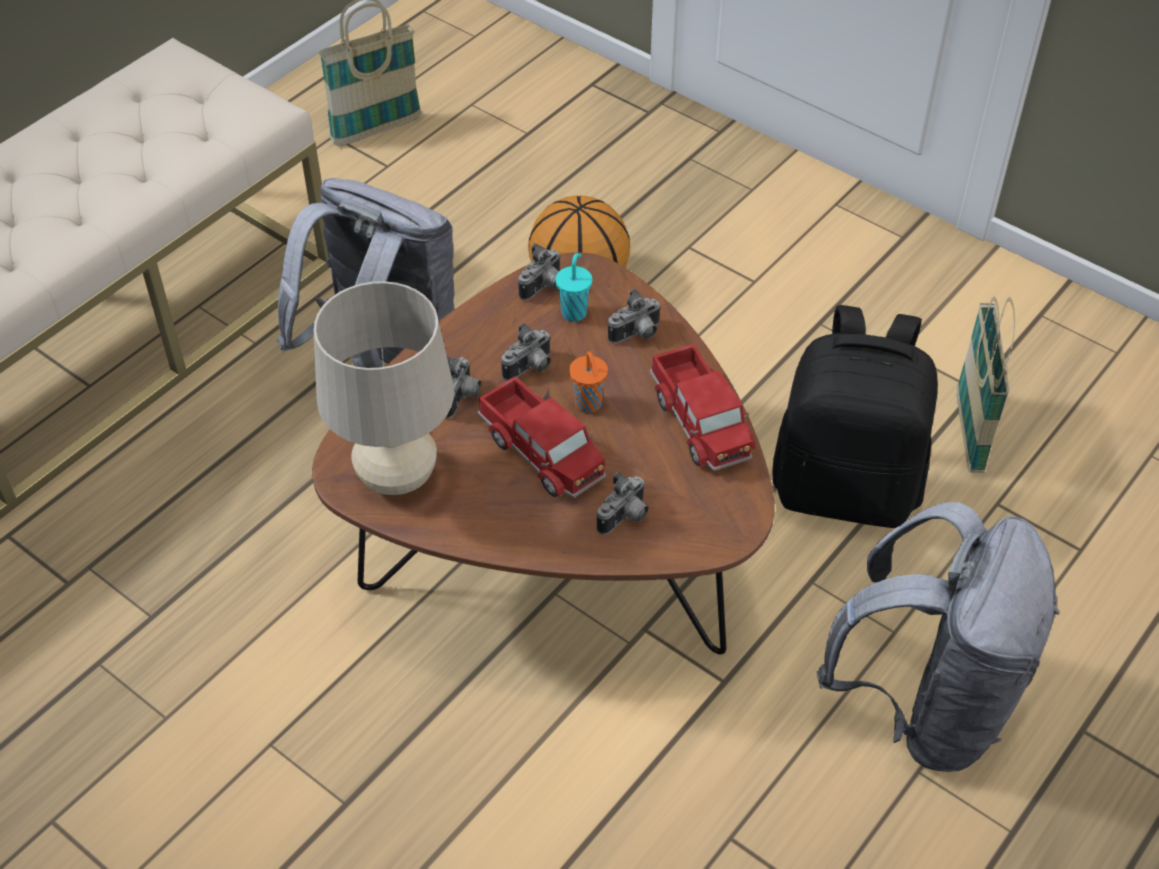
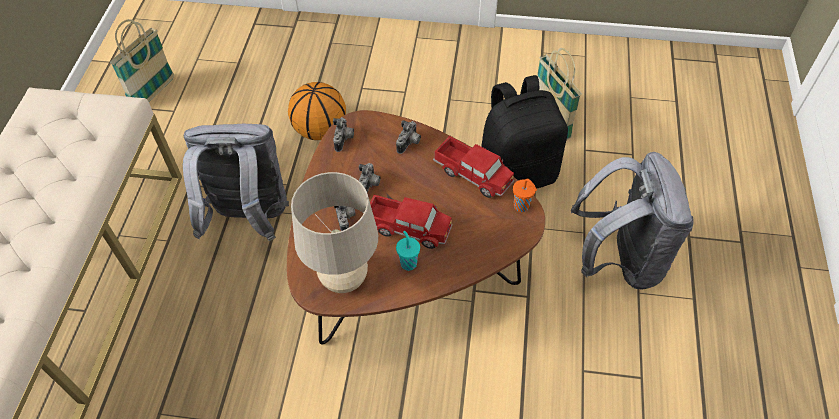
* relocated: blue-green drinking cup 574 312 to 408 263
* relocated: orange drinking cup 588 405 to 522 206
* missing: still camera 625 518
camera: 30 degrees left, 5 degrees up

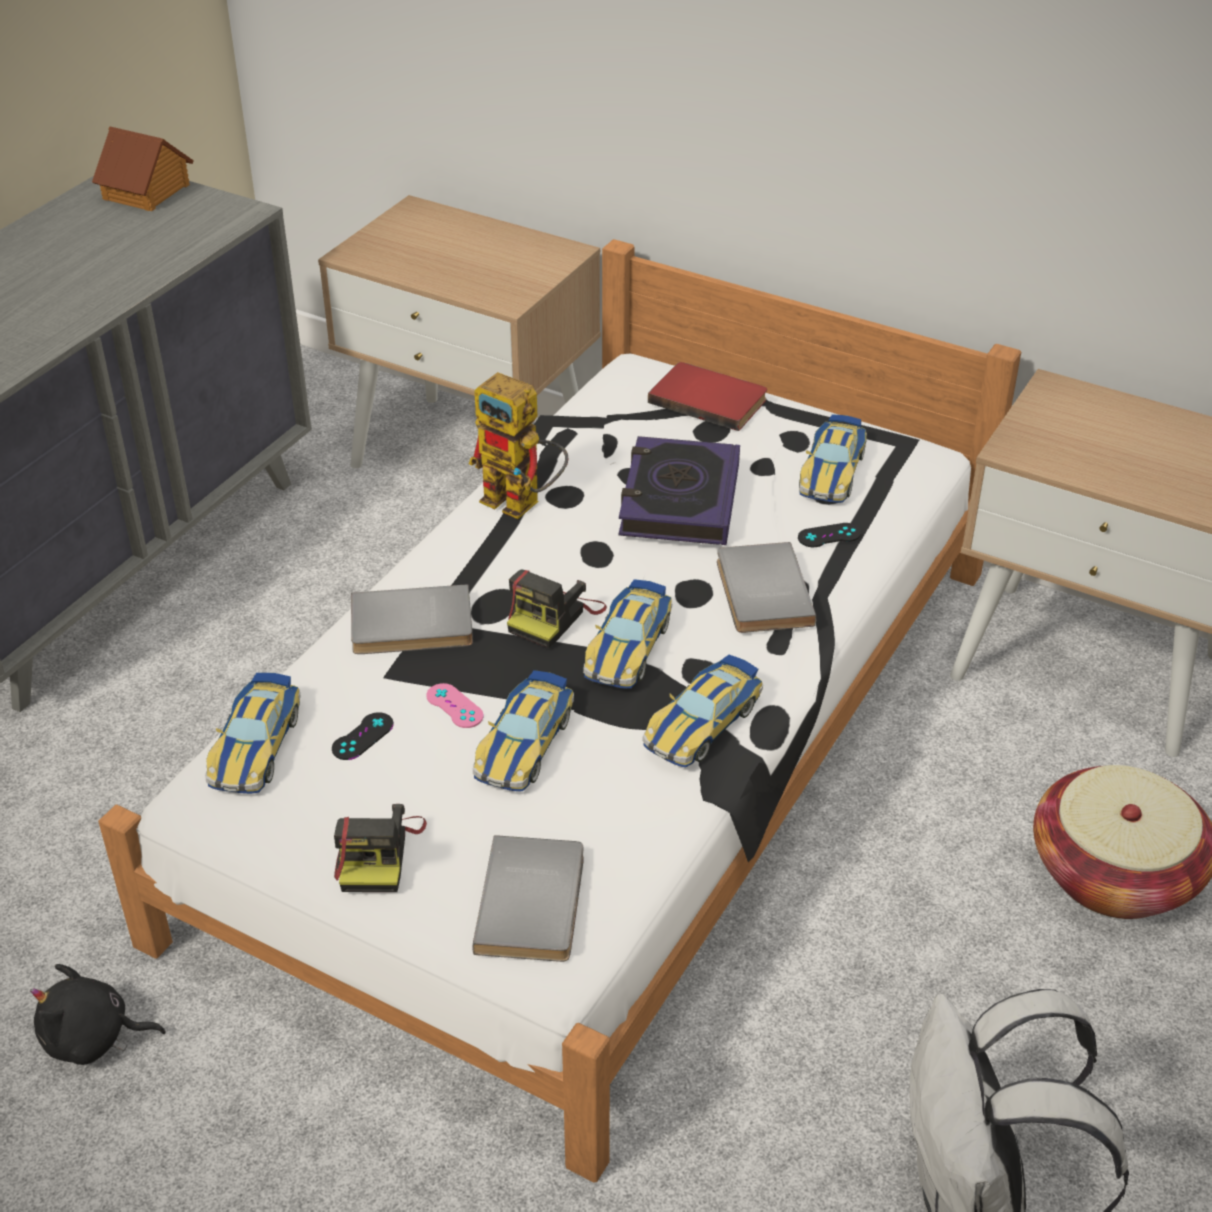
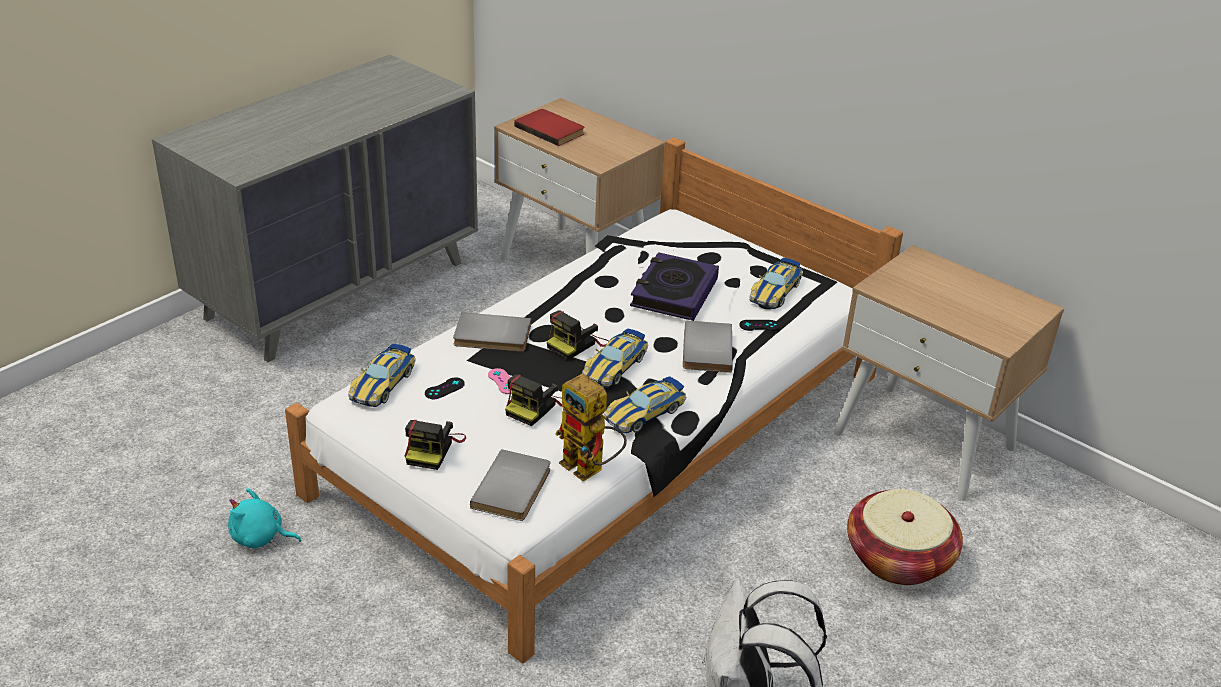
* missing: model house 147 192
* relocated: reddish book 709 399 to 551 129
* relocated: toy robot 522 503 to 590 469
* exchanged: model car 524 743 to still camera 536 407
* colour: blackish cuddly toy 93 1039 to blue-green cuddly toy 260 538
camera: 10 degrees right, 5 degrees down

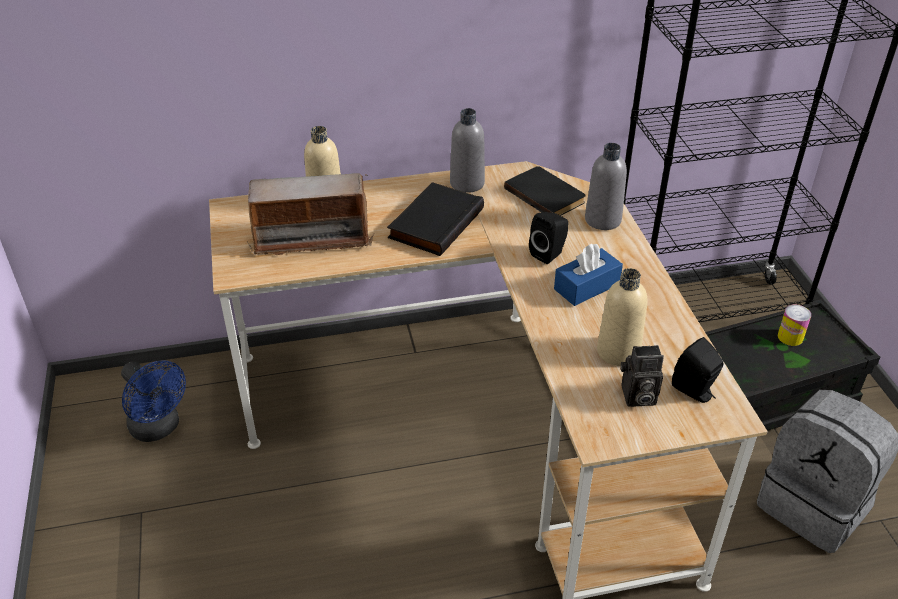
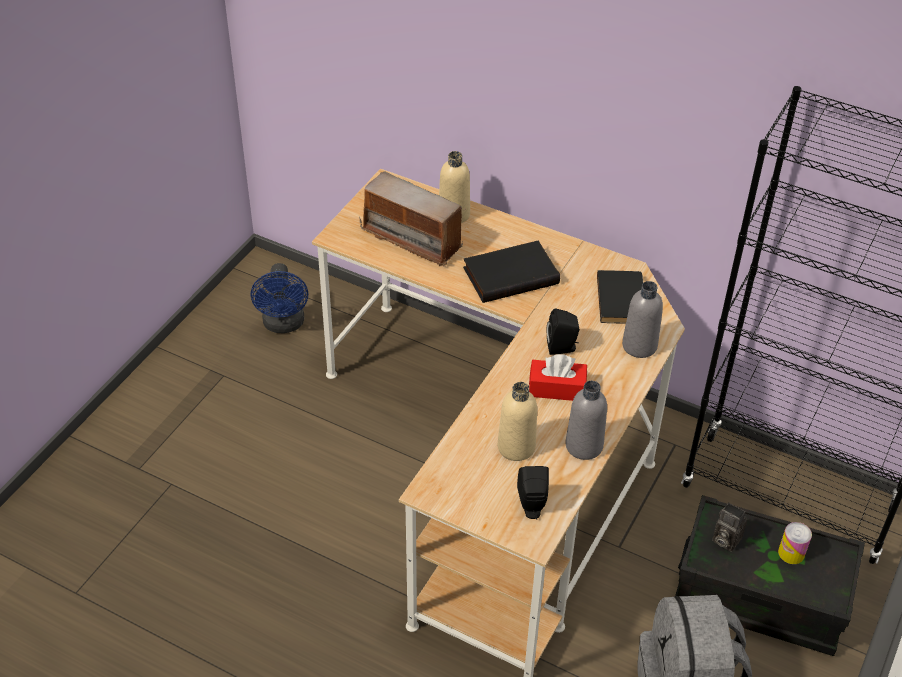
* relocated: grey drink bottle 467 183 to 584 446
* colour: blue tissue box 586 286 to reddish tissue box 557 388
* relocated: still camera 637 397 to 724 539
camera: 40 degrees right, 5 degrees up

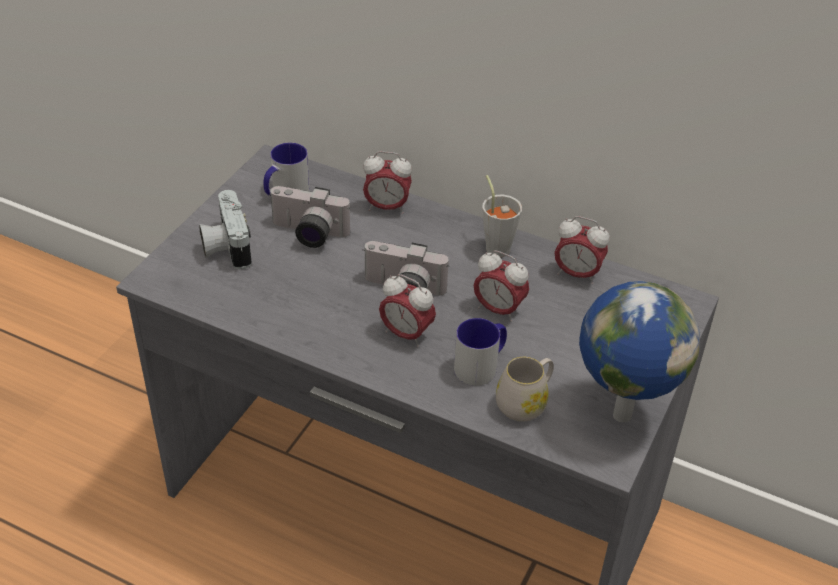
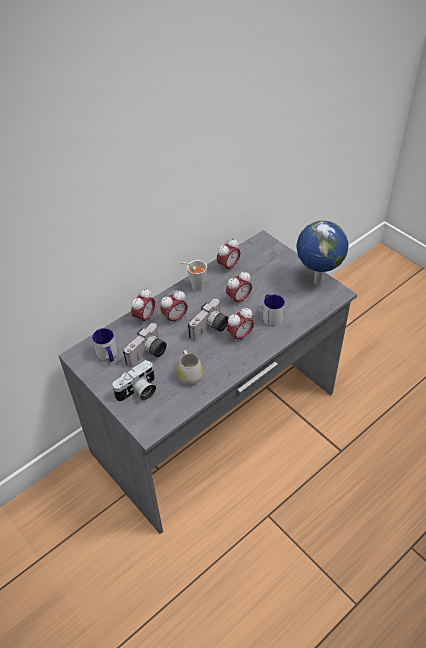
* spun: still camera 225 246 = 138 392 45 degrees counterclockwise
* relocated: whitish tea mug 525 403 to 189 374
* appeared: bedside clock 175 318
camera: 65 degrees left, 5 degrees up

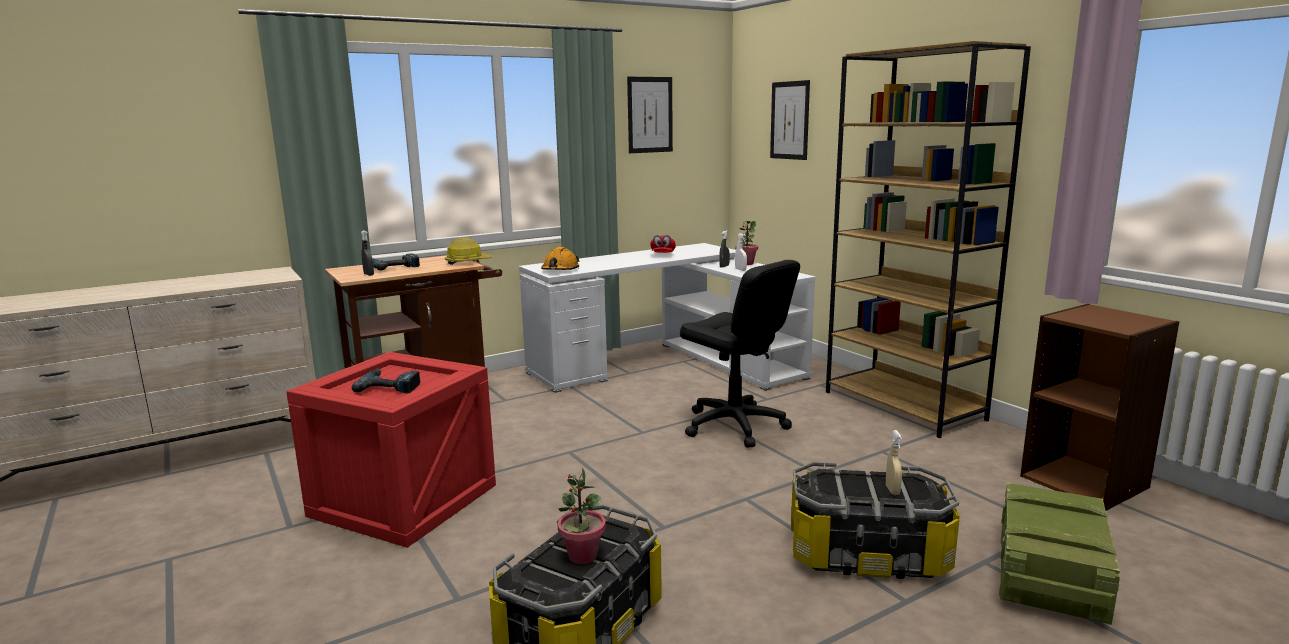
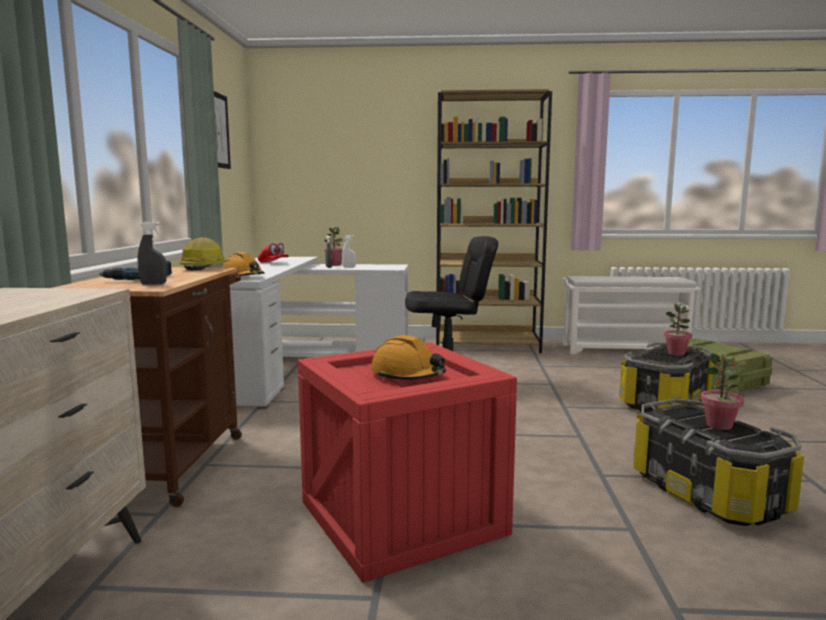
* missing: wall art 789 120
* exchanged: brown bookshelf 1084 481 to whitish shoe stand 625 350
* exchanged: electric drill 390 386 to orange safety helmet 407 376
* exchanged: beige hand sprayer 892 490 to potted plant 676 353
camera: 55 degrees left, 5 degrees down

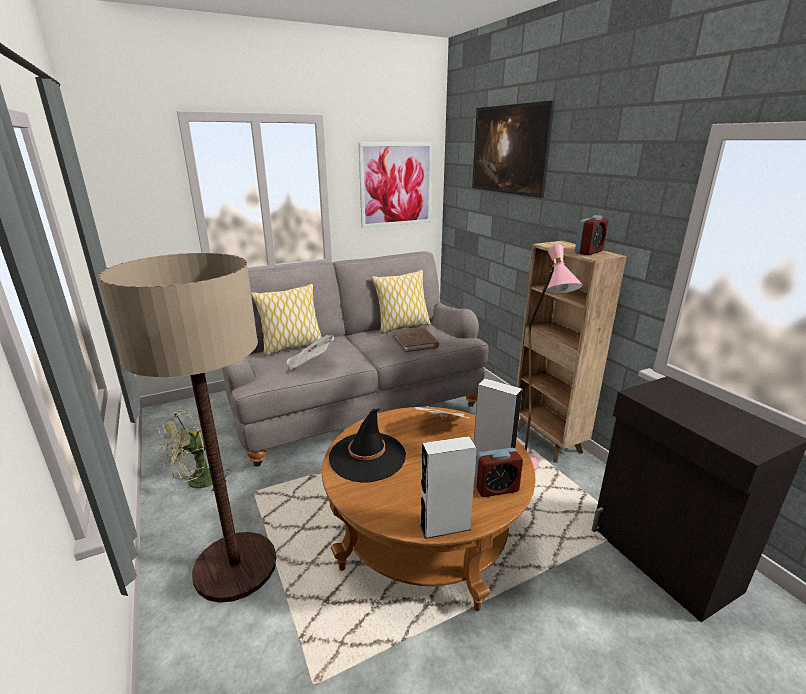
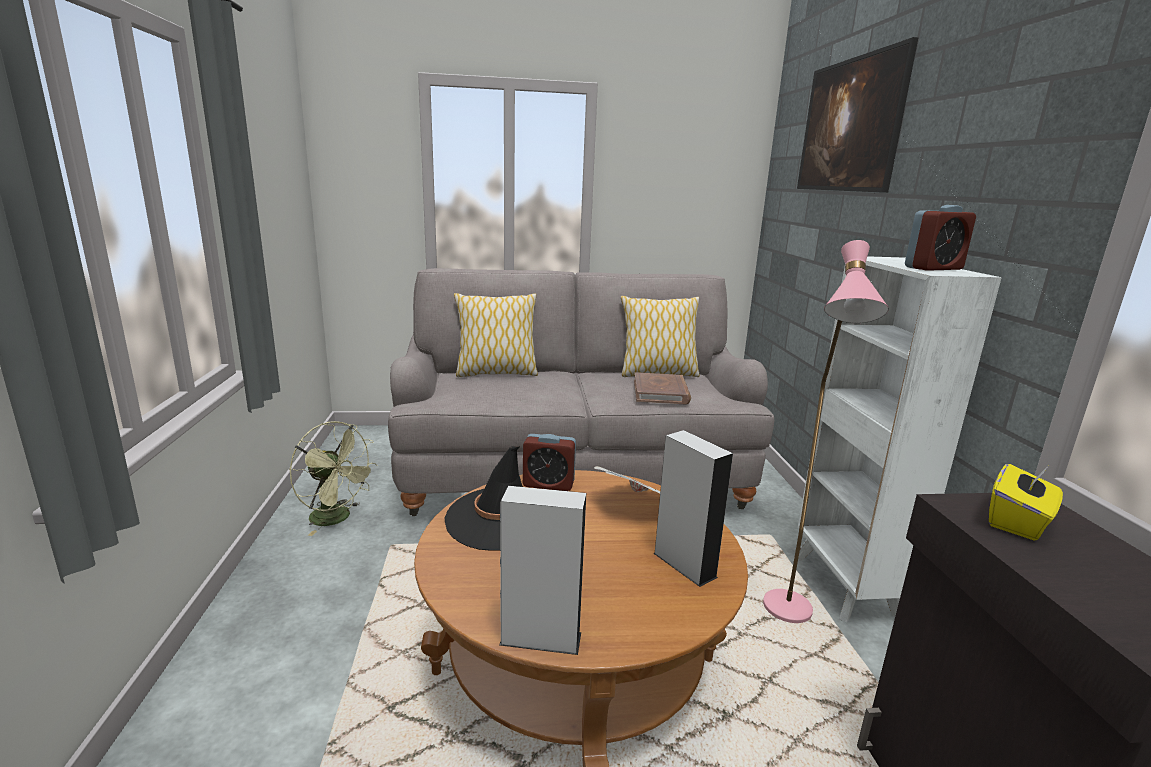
* missing: wall art 396 185
* colour: brown bookshelf 548 441 to whitish bookshelf 845 587
* missing: standing lamp 235 566
* missing: daily paper 310 364
* spun: green-coloured cooling fan 198 483 = 337 518 120 degrees counterclockwise
* relocated: bedside clock 496 488 to 548 484
* appeared: yellowish tissue box 1018 522
camera: 20 degrees right, 5 degrees down

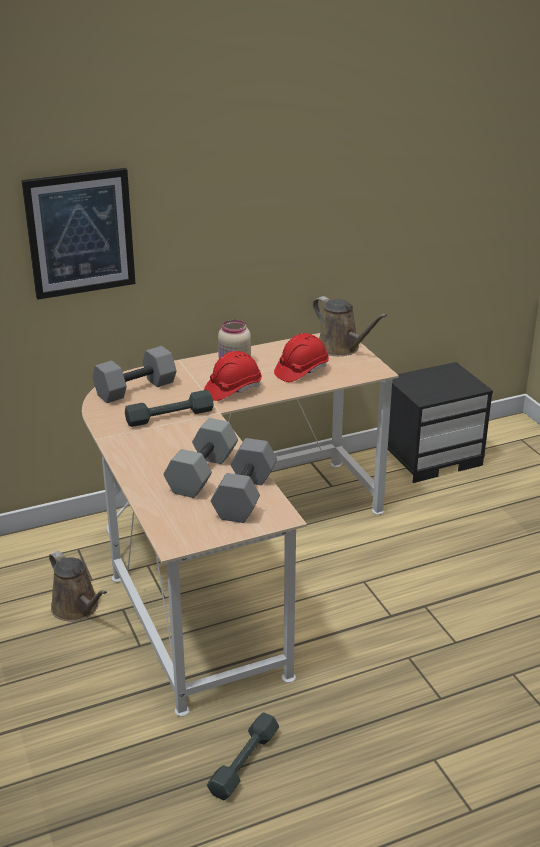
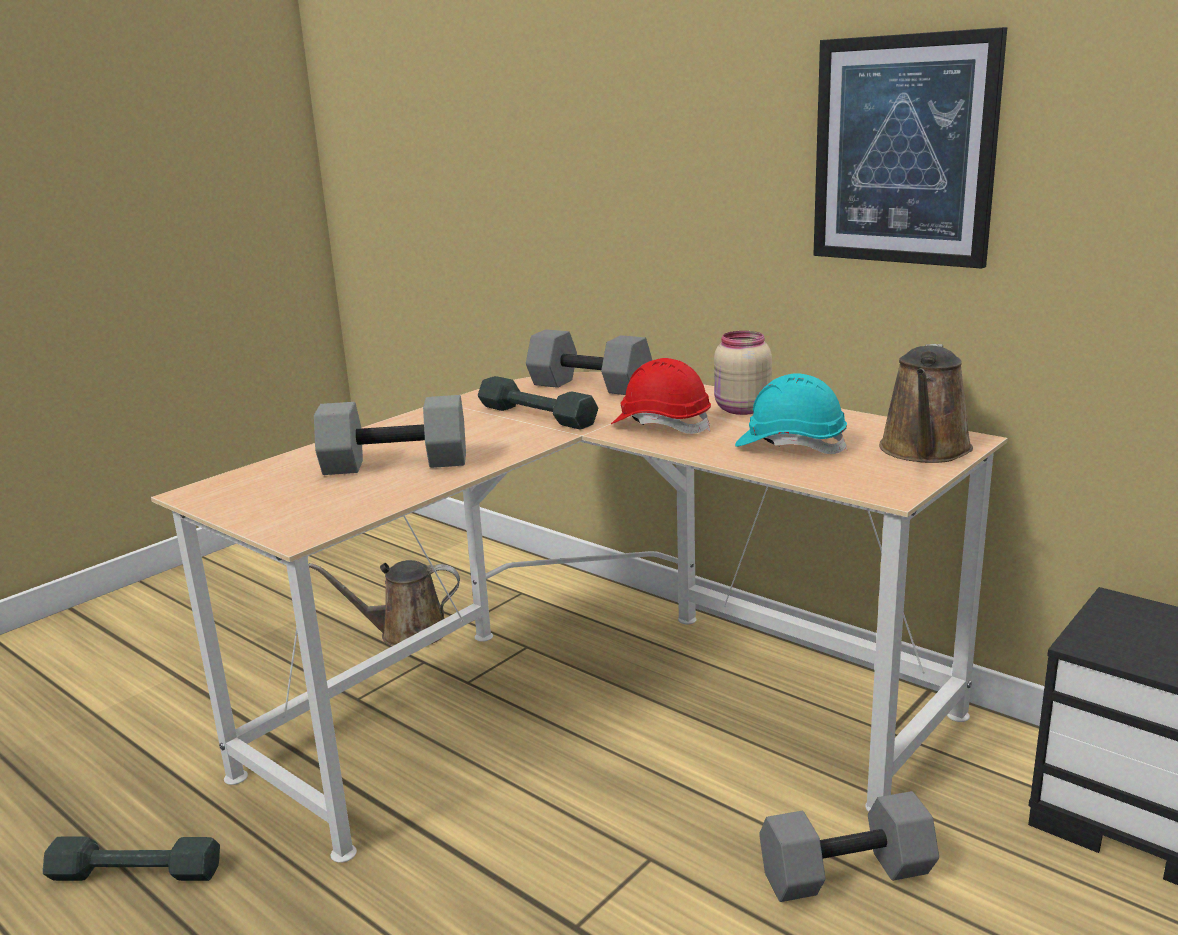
* relocated: wall art 80 233 to 904 151
* colour: reddish safety helmet 301 371 to blue-green safety helmet 790 446
* relocated: grey free weight 246 497 to 845 876
* spun: brown sprinkling can 78 608 = 406 633 60 degrees clockwise
camera: 65 degrees right, 10 degrees down

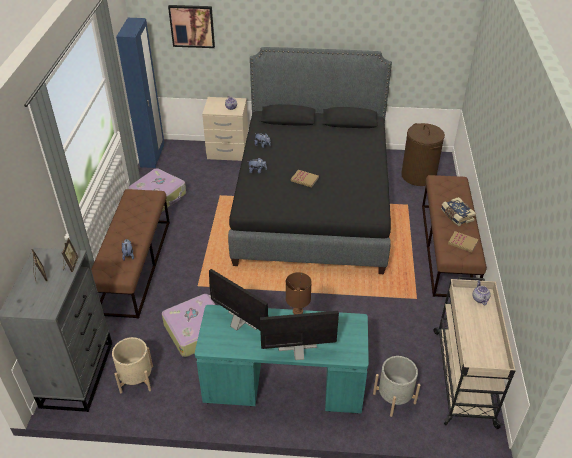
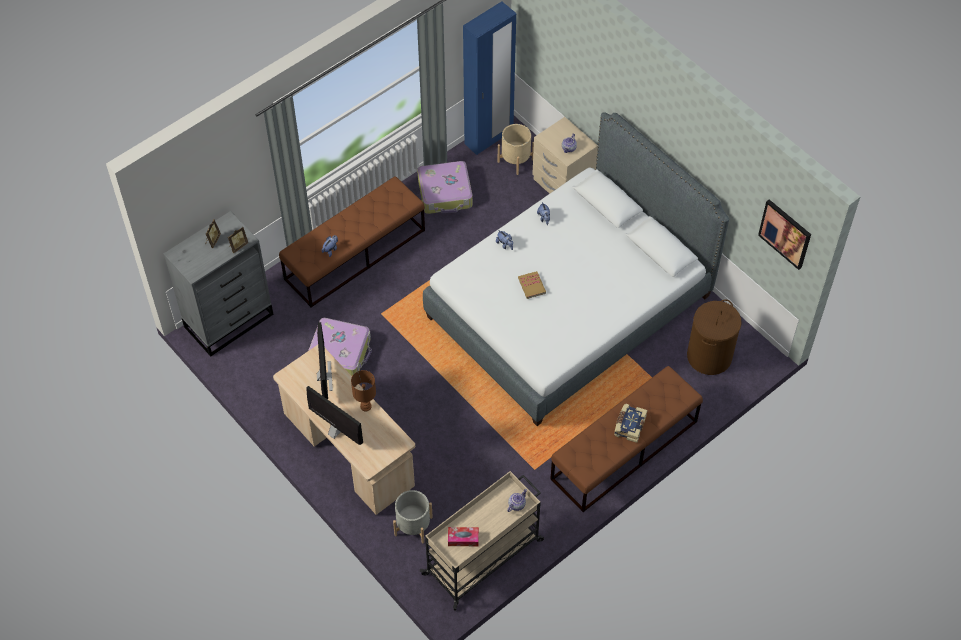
* relocated: wall art 192 26 to 785 233
* colour: blackish bed 312 202 to whitish bed 569 305
* missing: book 462 243
* colour: blue-green desk 283 388 to beige desk 348 450
* relocated: beige plant pot 136 379 to 515 160
* appeared: tissue box 463 539
camera: 45 degrees right, 15 degrees up

